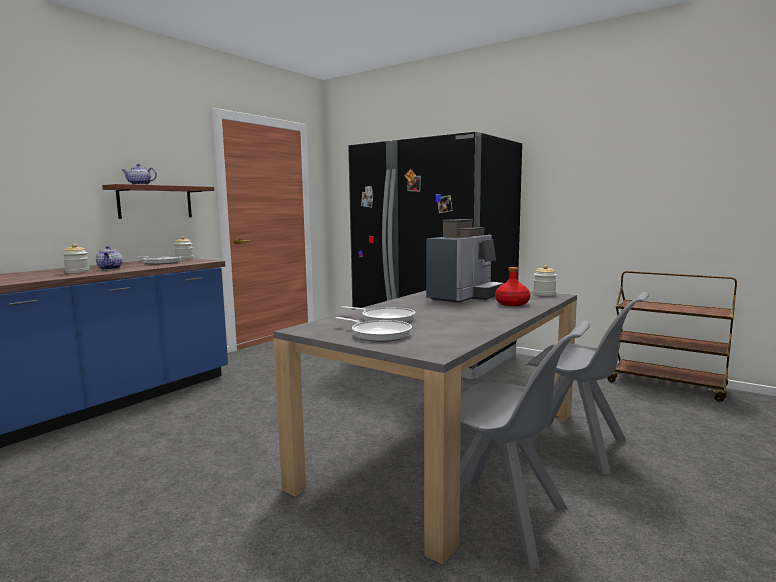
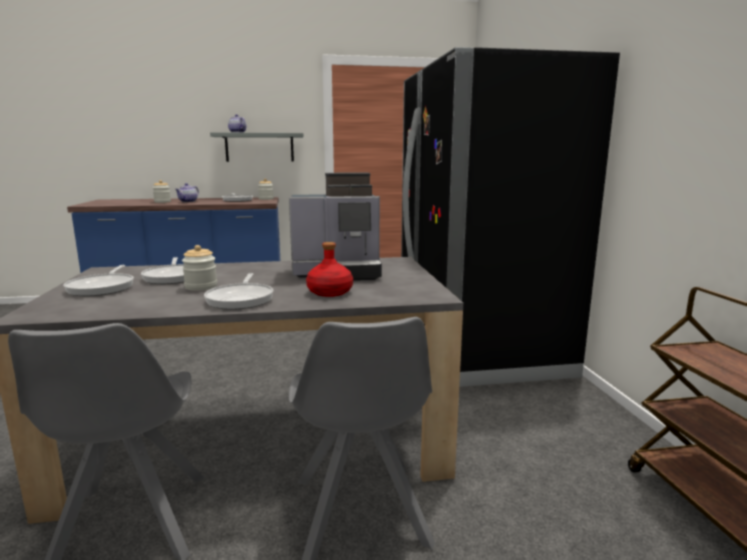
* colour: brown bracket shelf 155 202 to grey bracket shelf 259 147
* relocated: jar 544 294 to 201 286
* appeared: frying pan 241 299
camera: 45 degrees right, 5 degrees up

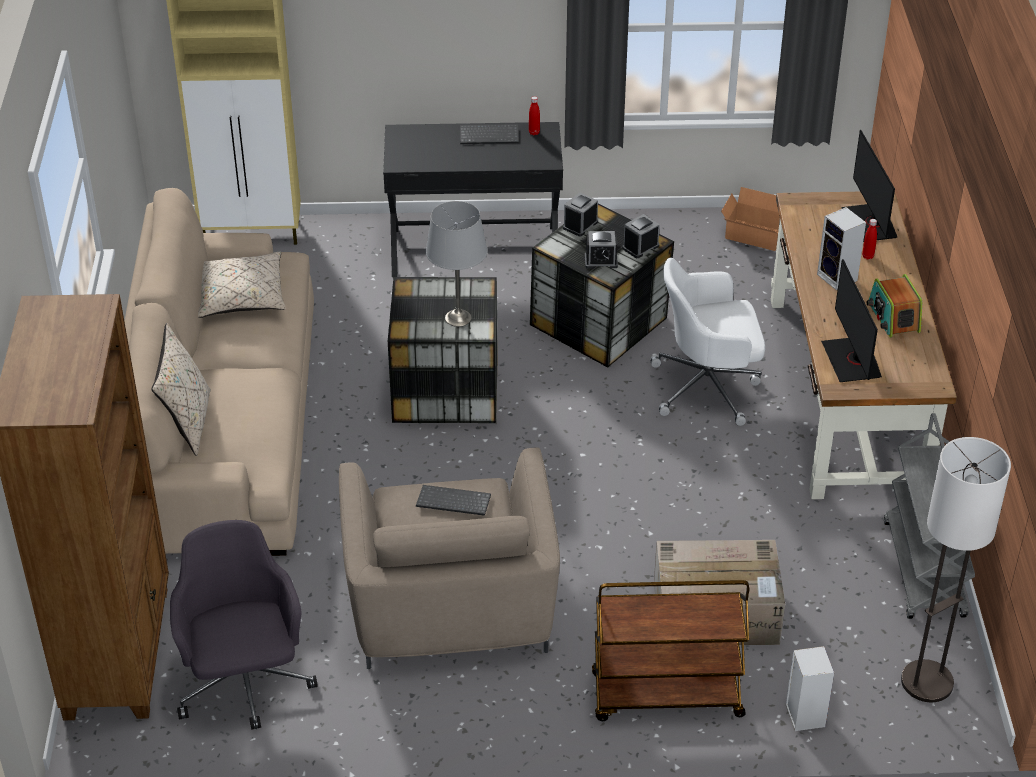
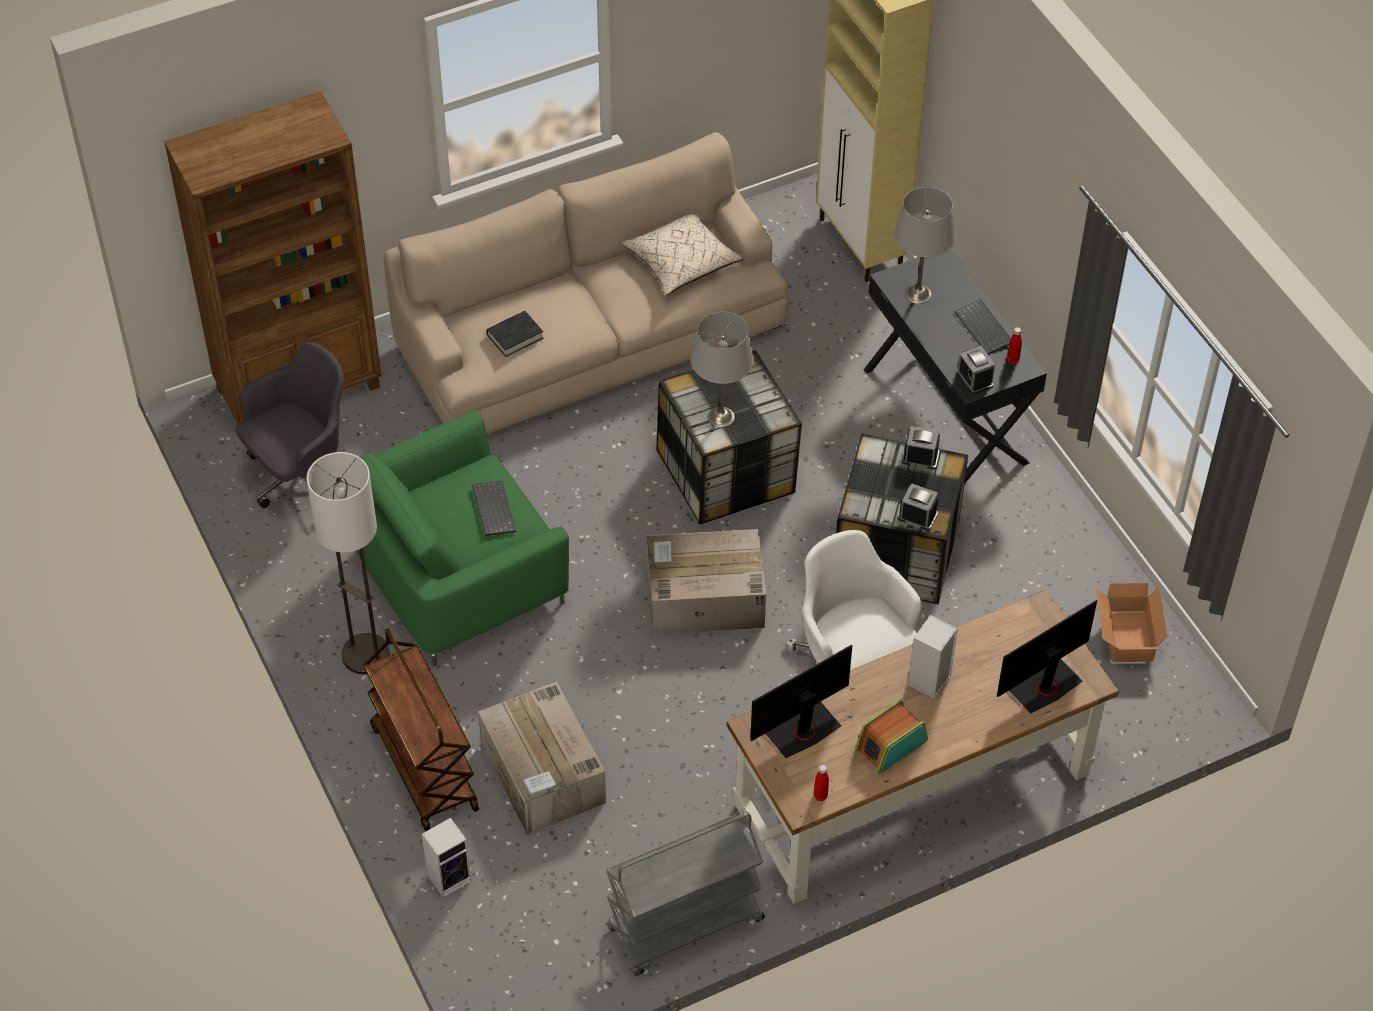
* relocated: reddish drink bottle 867 256 to 820 796
* relocated: bedside clock 601 261 to 974 379
* missing: beige cushion 187 422
* relocated: standing lamp 927 682 to 365 655
* colour: beige easy chair 450 602 to green-coloured easy chair 458 577
* appeared: grey table lamp 918 294
* appeared: blackish book 515 336
* appeared: cardboard box 703 598
camera: 65 degrees right, 10 degrees up

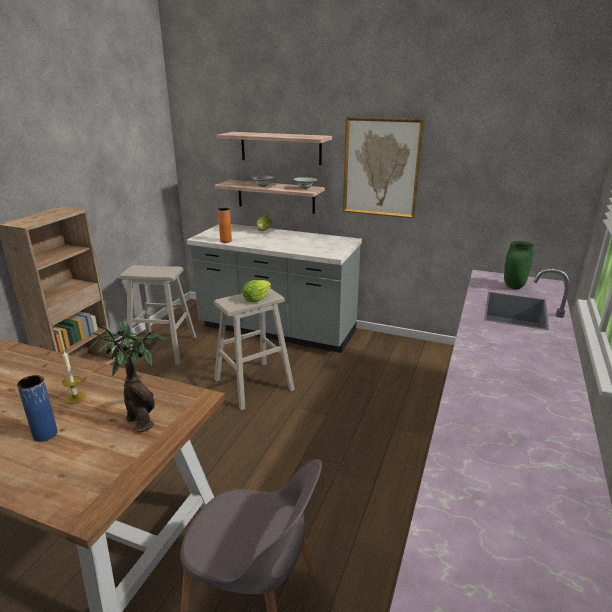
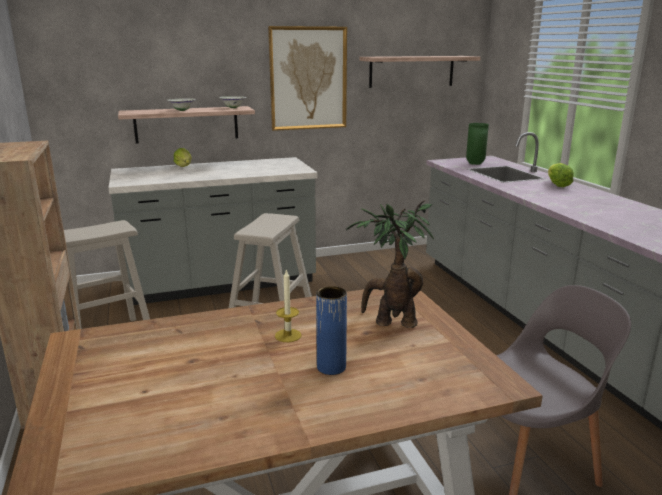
* relocated: bracket shelf 280 148 to 411 71
* missing: orange decorative vase 226 241
* relocated: lettuce head 256 299 to 557 185
camera: 40 degrees left, 5 degrees down

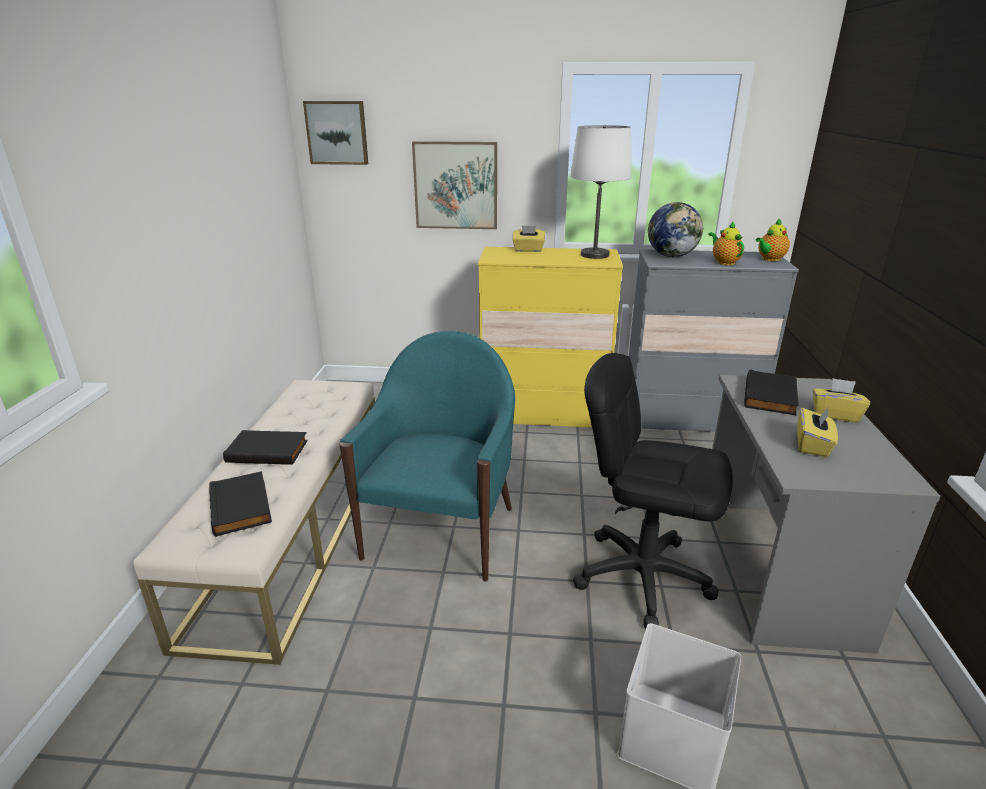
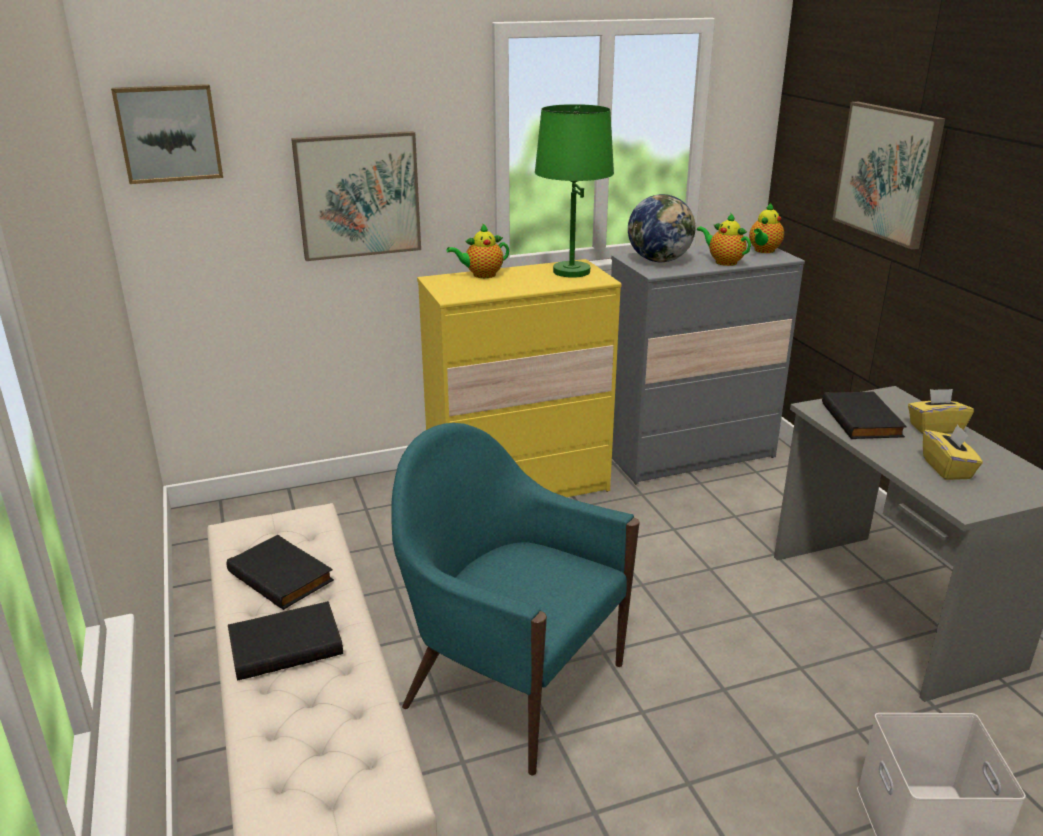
* colour: whitish table lamp 594 255 to green-coloured table lamp 571 271
* exchanged: yellowish tissue box 528 250 to teapot 481 275
* spun: blue-green easy chair 441 531 = 511 683 45 degrees counterclockwise
* missing: blackish computer chair 642 576
* relocated: blackish book 242 507 to 283 575
* appeared: wall art 887 173
camera: 25 degrees left, 0 degrees up

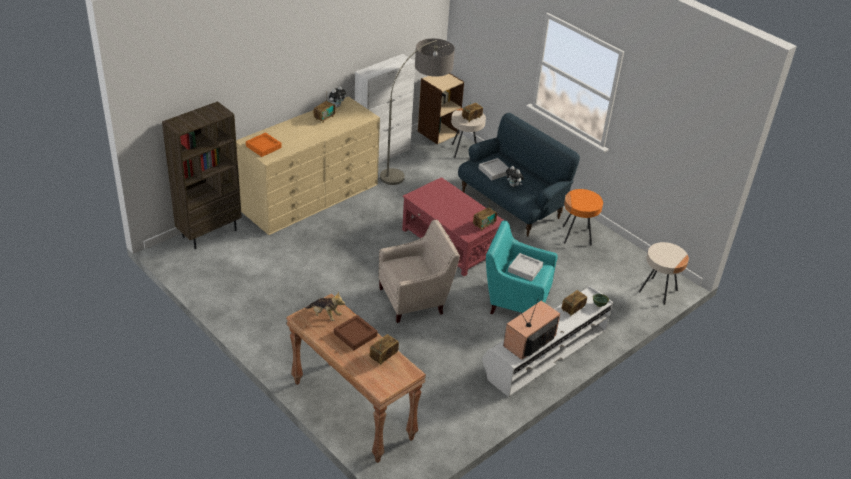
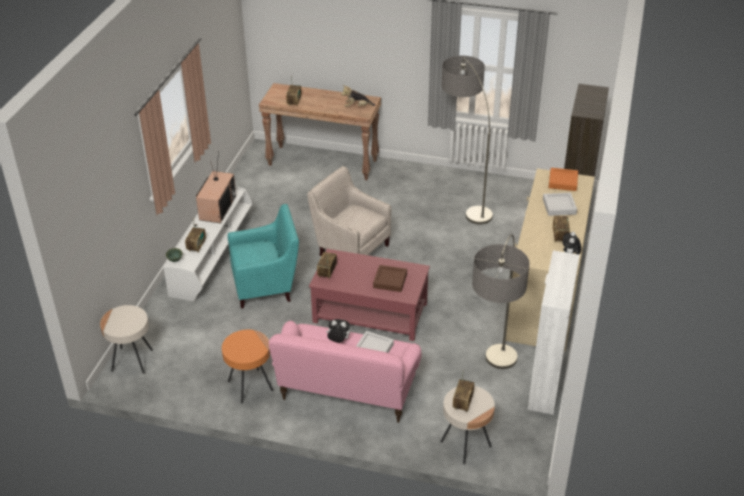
* missing: beige bookshelf 438 132
* colour: blue sofa 512 204 to pinkish sofa 348 391
* spun: beige easy chair 415 300 = 351 247 90 degrees clockwise
* relocated: grey serving tray 525 269 to 559 206
* relocated: brown serving tray 355 335 to 390 281
* appeared: standing lamp 463 198
camera: 150 degrees right, 0 degrees up

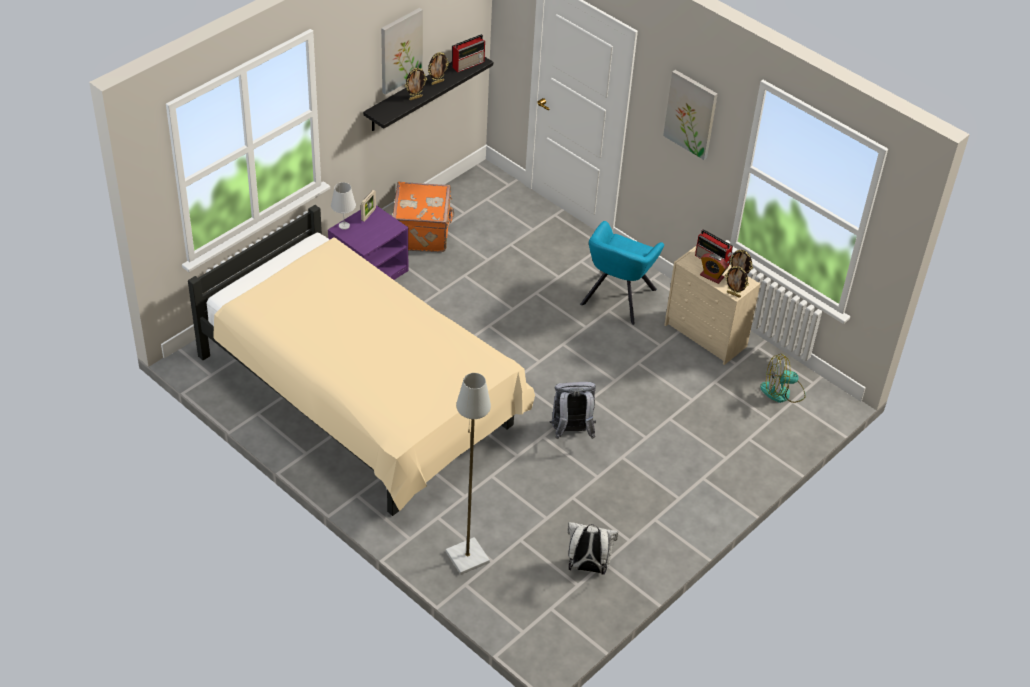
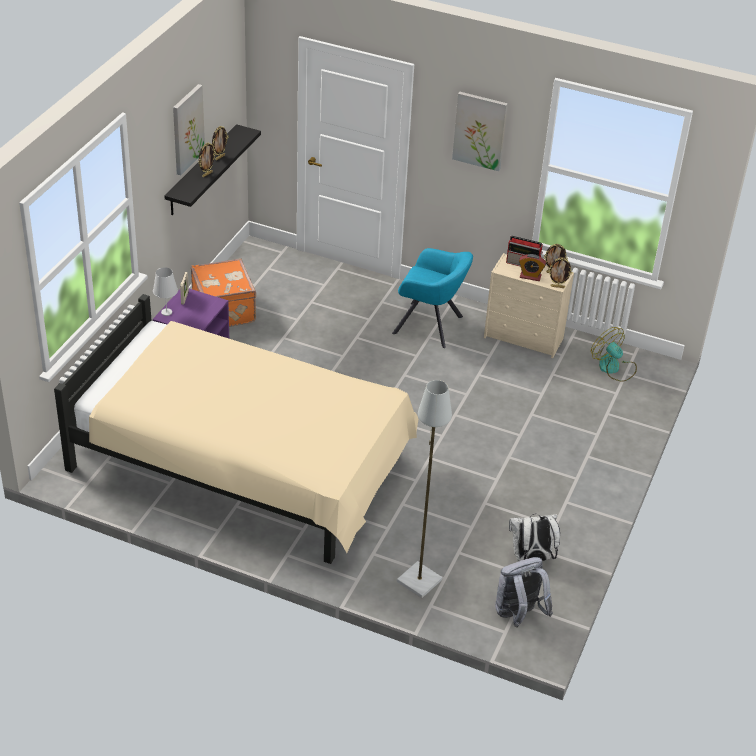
* missing: radio set 468 64
* spun: blue-green easy chair 617 299 = 431 325 75 degrees counterclockwise
* spun: cooling fan 782 392 = 613 368 75 degrees clockwise
* relocated: grey knapsack 571 431 to 518 615
camera: 20 degrees left, 5 degrees down

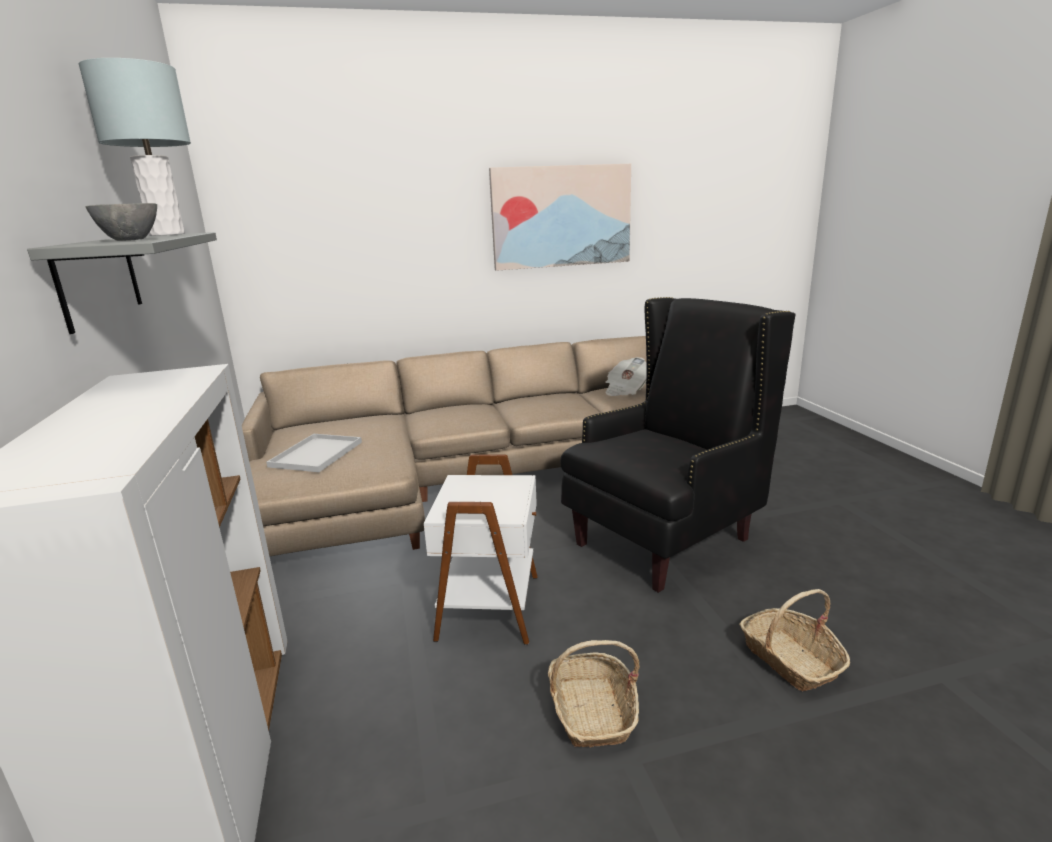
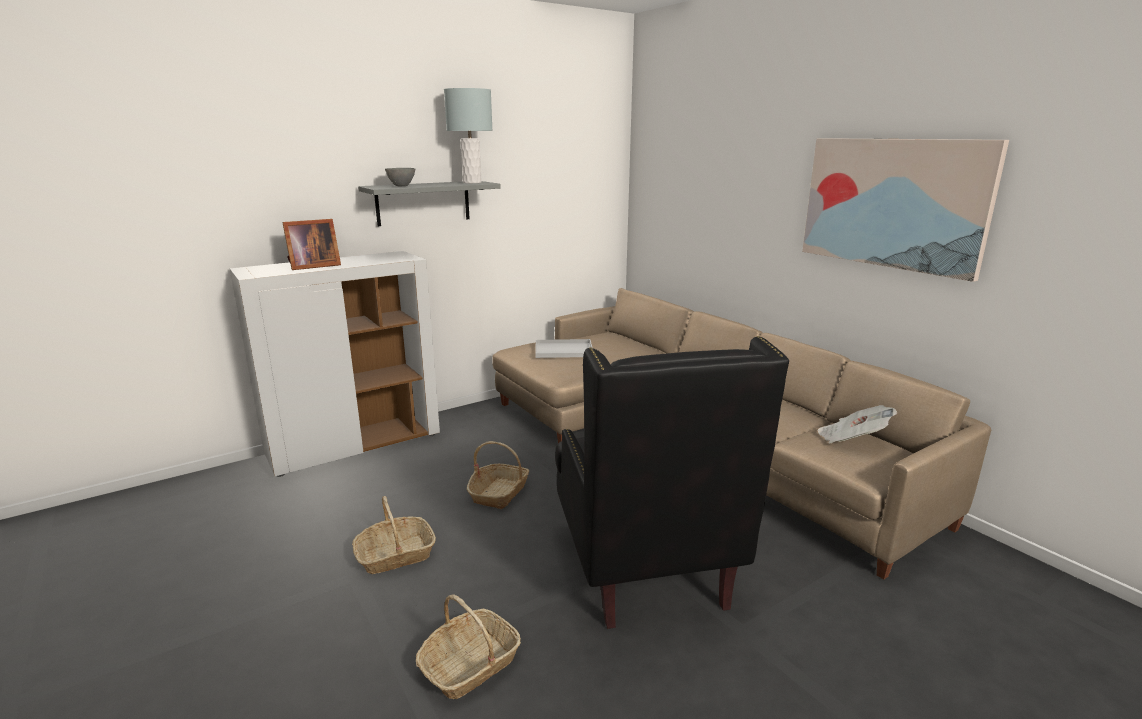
* spun: blackish easy chair 664 540 = 645 568 45 degrees clockwise
* exchanged: whitish accent table 492 606 to storage basket 499 493
* appeared: standing frame 312 266
camera: 70 degrees right, 0 degrees up

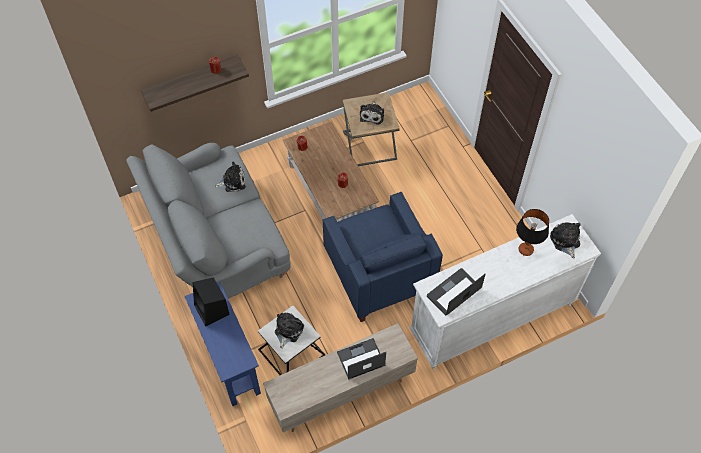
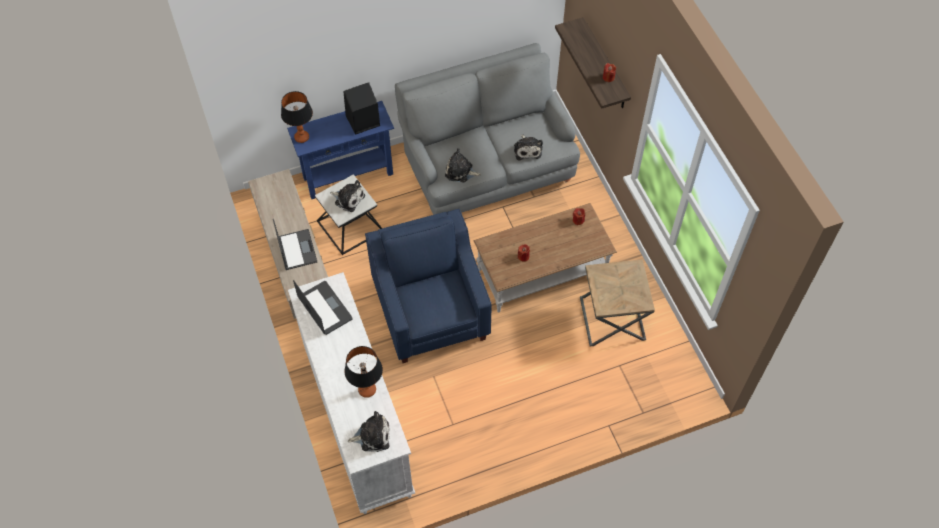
* relocated: cuddly toy 372 115 to 460 172
* spun: blue easy chair 378 274 = 431 311 90 degrees clockwise
* appeared: table lamp 301 137
camera: 95 degrees right, 0 degrees up

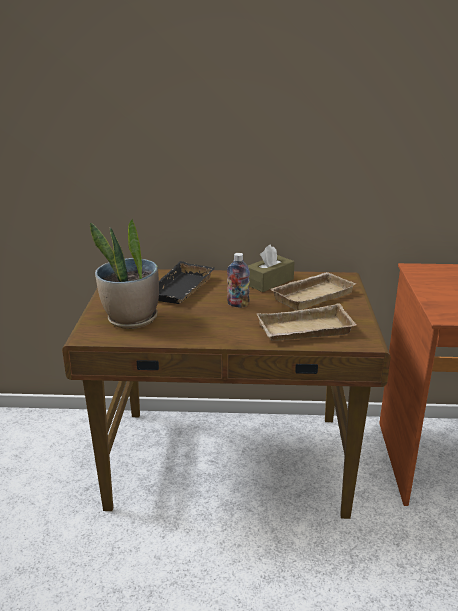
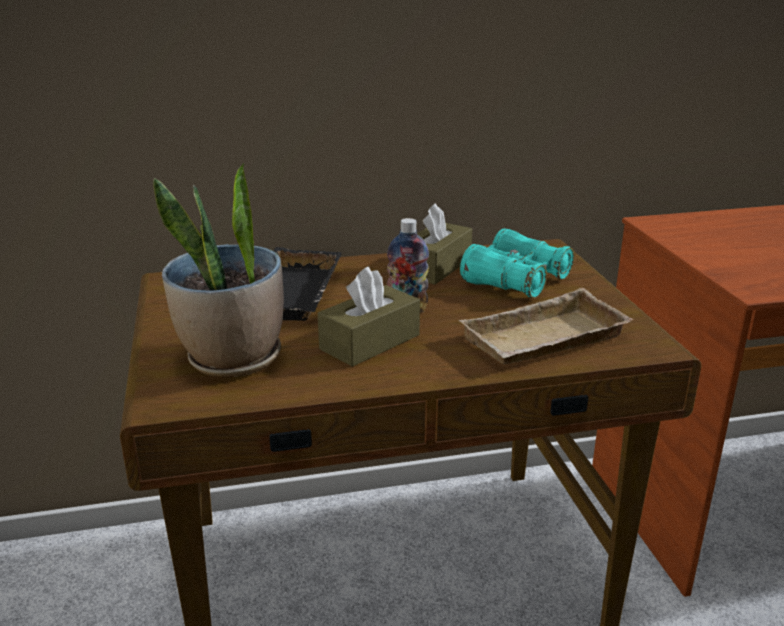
* exchanged: beige serving tray 311 295 to blue-green binoculars 516 280
* appeared: brown tissue box 370 342
camera: 15 degrees left, 0 degrees up

